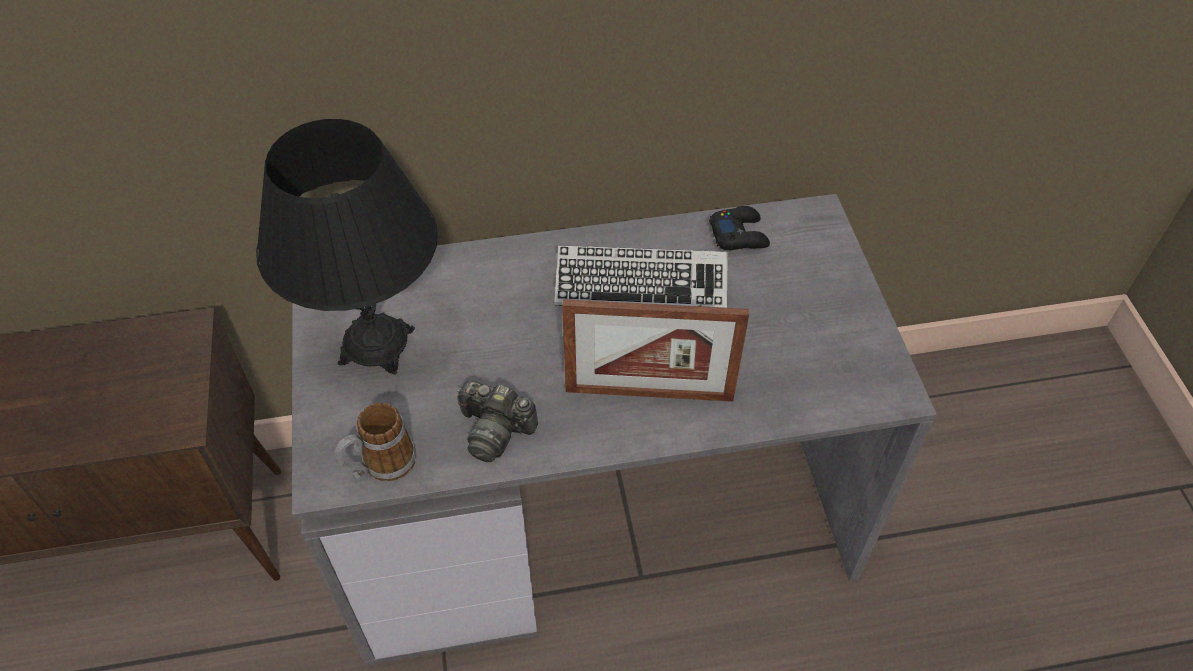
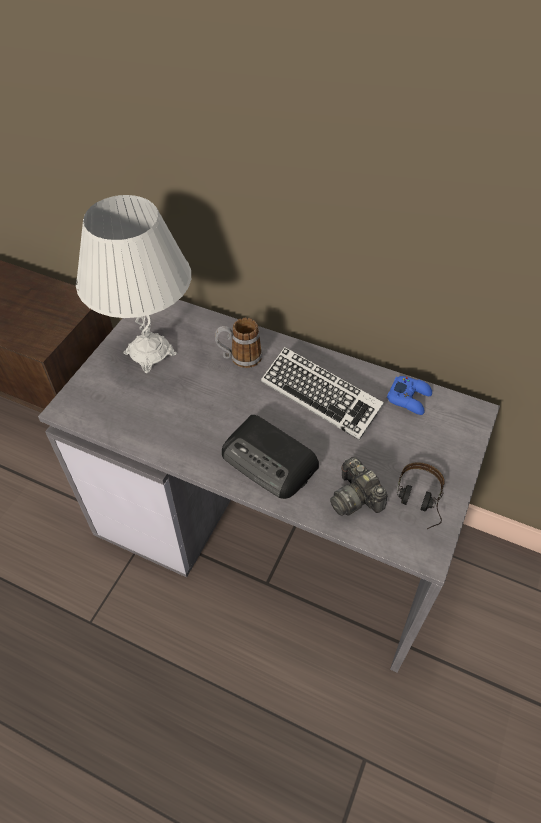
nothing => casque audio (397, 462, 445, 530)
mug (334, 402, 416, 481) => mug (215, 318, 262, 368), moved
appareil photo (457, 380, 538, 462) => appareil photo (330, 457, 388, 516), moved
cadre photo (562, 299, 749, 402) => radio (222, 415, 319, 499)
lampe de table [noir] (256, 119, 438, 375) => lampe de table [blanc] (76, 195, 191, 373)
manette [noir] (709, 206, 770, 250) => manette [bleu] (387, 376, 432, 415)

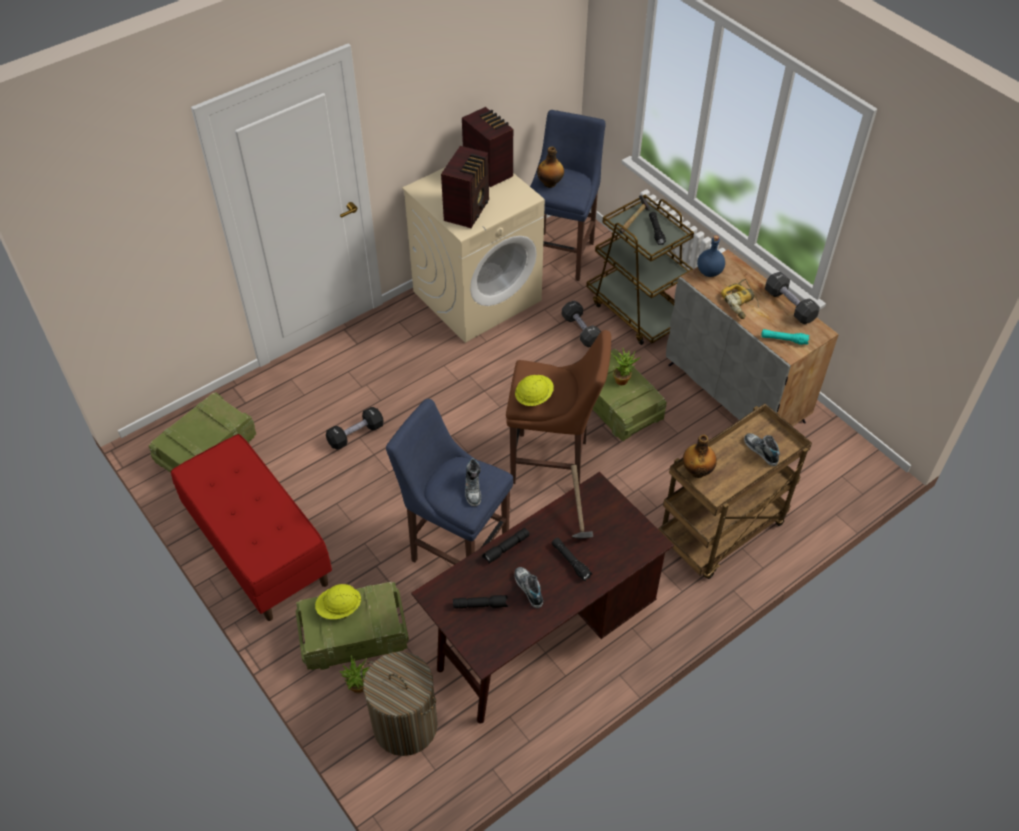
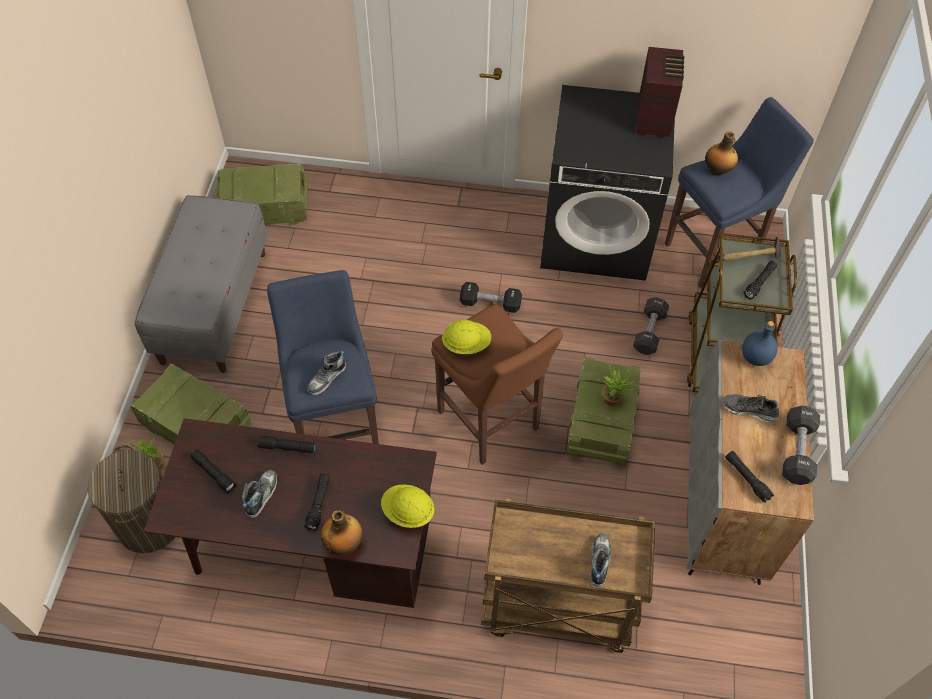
radio (441, 146, 489, 228) => nothing
marteau (571, 465, 593, 539) => nothing
casque de chantier [jaune] (315, 584, 361, 619) => casque de chantier [jaune] (381, 484, 434, 528), moved
haltère [noir] (326, 407, 384, 450) => haltère [noir] (460, 282, 522, 313), moved
bouteille (683, 435, 717, 478) => bouteille (321, 510, 362, 555), moved
perceuse (721, 279, 759, 319) => chaussure (722, 394, 780, 422)
banc [rouge] (171, 434, 332, 621) => banc [gris] (134, 195, 267, 373)
lave-linge [beige] (402, 168, 545, 343) => lave-linge [noir] (540, 85, 675, 281)
lampe de poche [turquoise] (762, 329, 810, 345) => lampe de poche [noir] (725, 451, 774, 503)

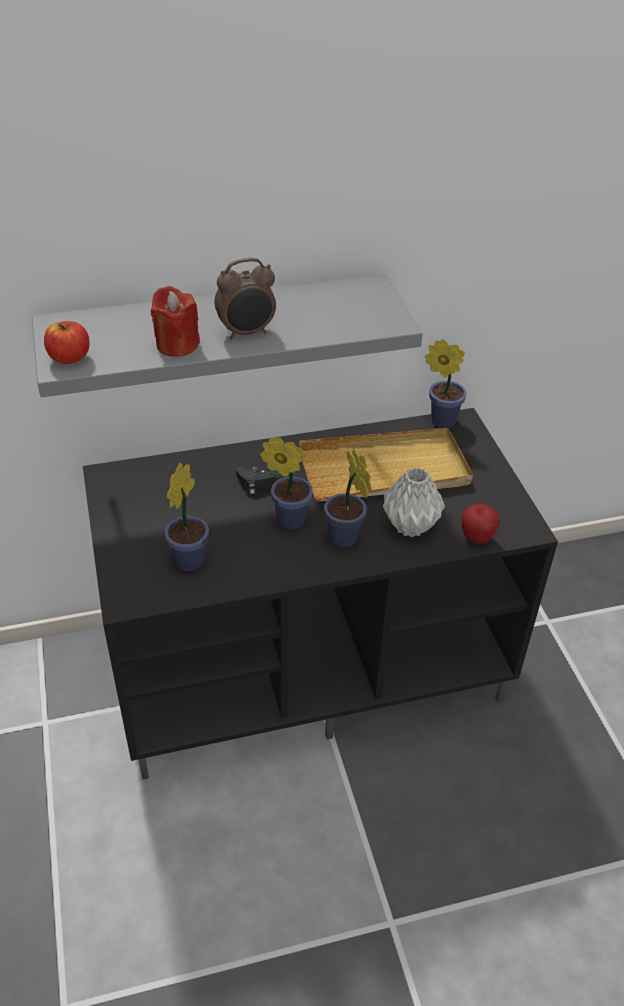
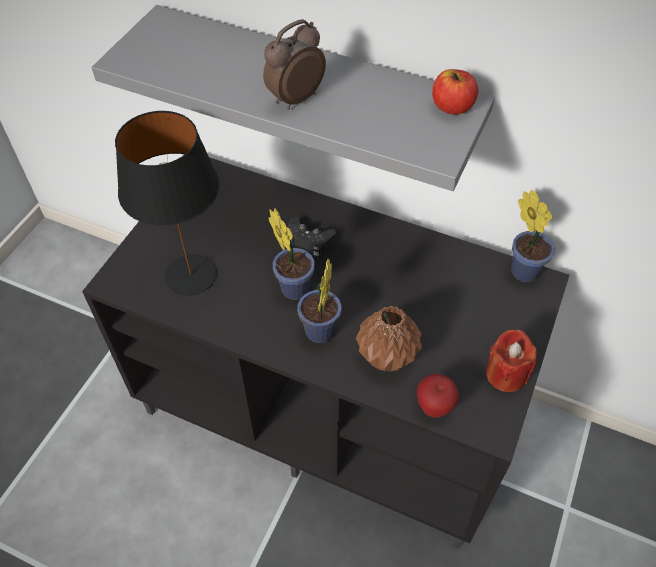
plateau [beige] (299, 428, 473, 501) => nothing
pomme (44, 321, 90, 364) => pomme (432, 69, 478, 115), moved
bougie [rouge] (151, 286, 200, 357) => bougie [rouge] (486, 329, 537, 392), moved
plante en pot (165, 463, 209, 571) => lampe de table [noir] (115, 111, 220, 295)
vase [gris] (383, 467, 445, 537) => vase [marron] (356, 305, 422, 371)
réveil (215, 258, 276, 339) => réveil (263, 19, 326, 110), 120 degrees clockwise

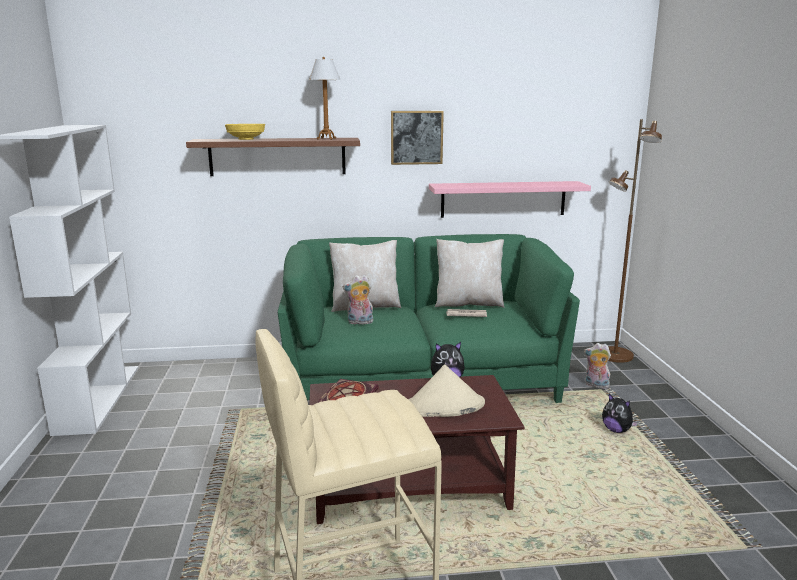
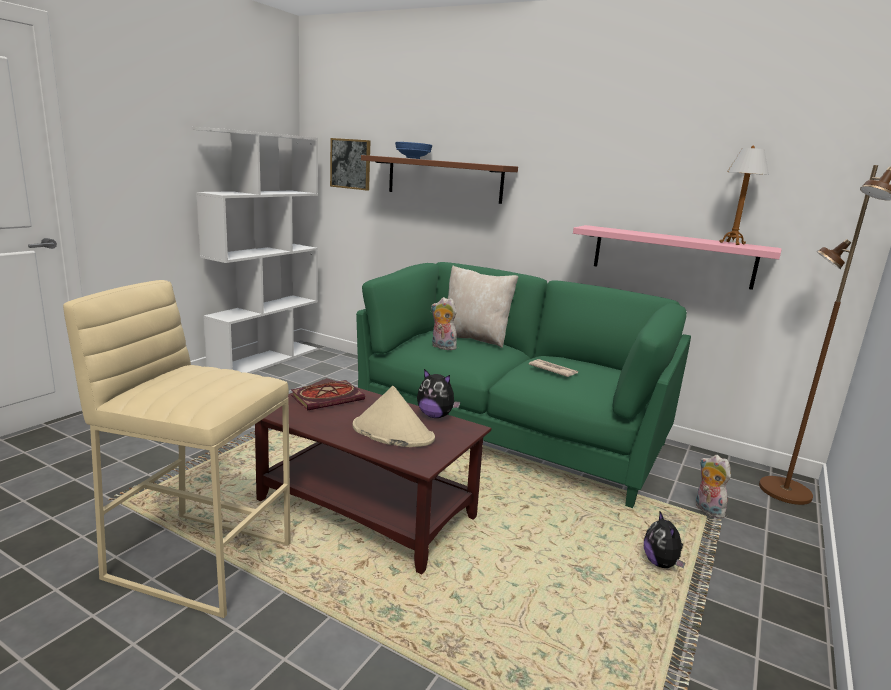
coussin [beige] (435, 239, 505, 308) => nothing
lampe de table (309, 57, 340, 140) => lampe de table (719, 145, 769, 245), moved
tableau (391, 111, 444, 165) => tableau (330, 138, 370, 191), moved
bol [jaune] (225, 124, 265, 140) => bol [bleu] (395, 142, 432, 159)

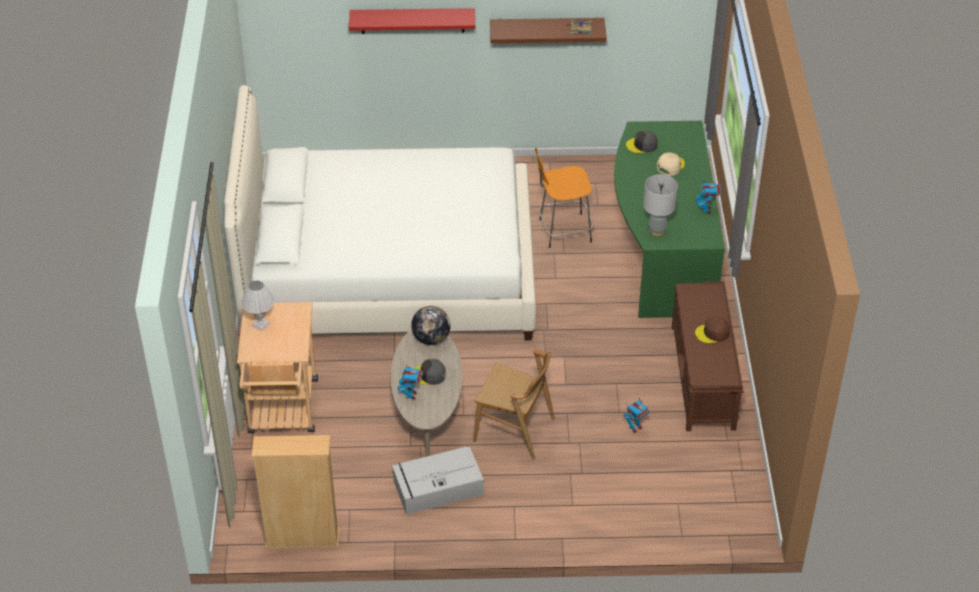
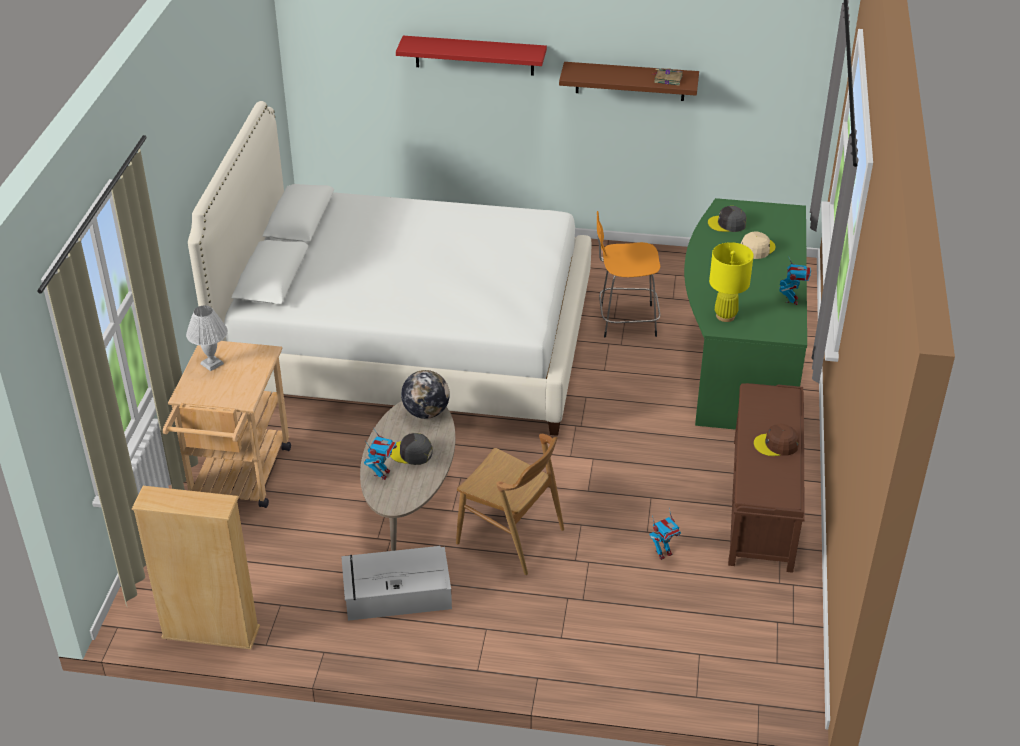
lampe de table [gris] (643, 174, 678, 236) => lampe de table [jaune] (709, 242, 754, 322)

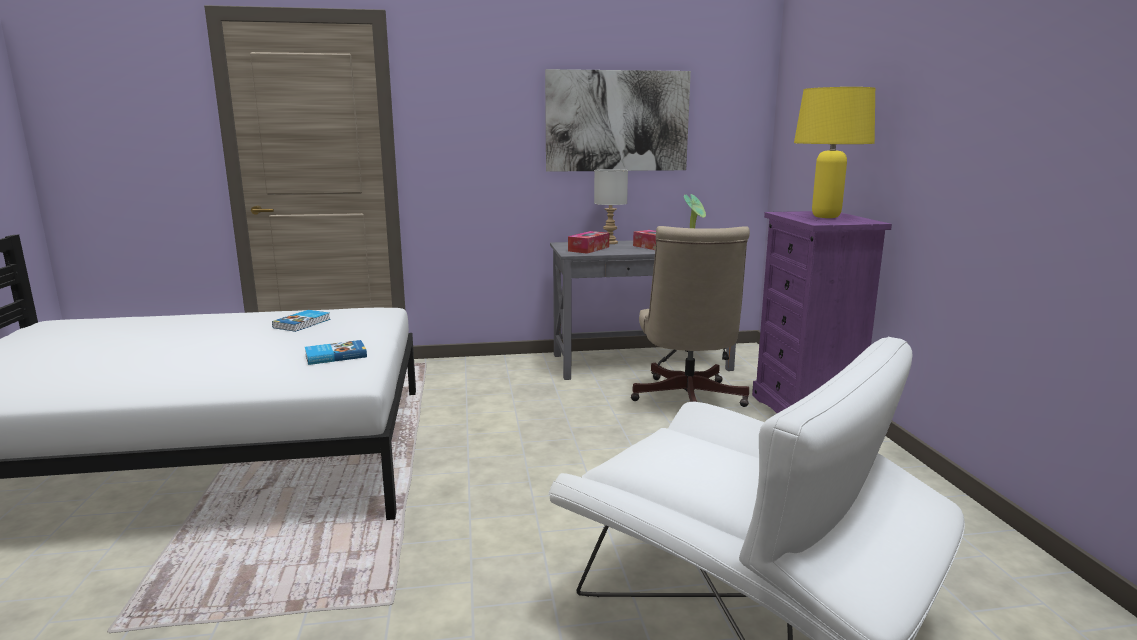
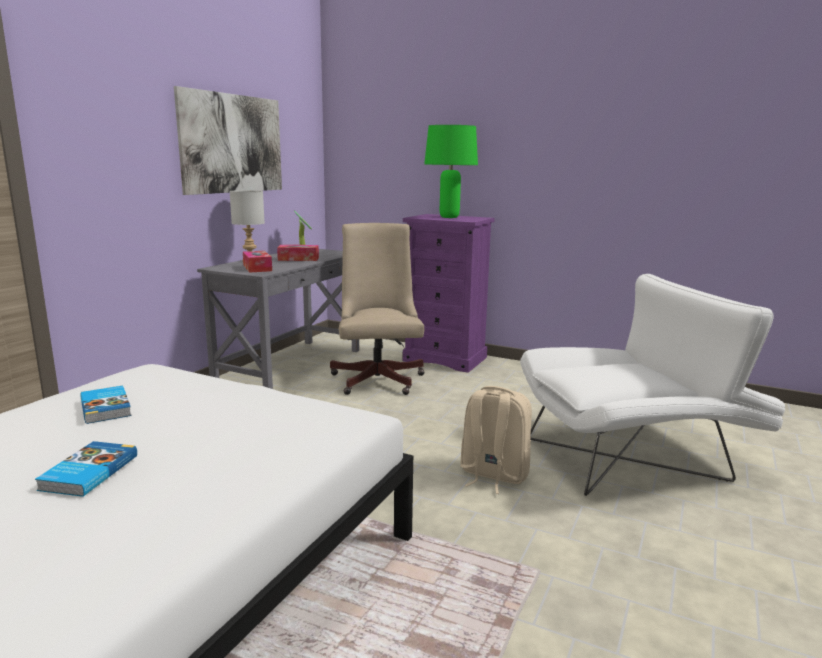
nothing => sac à dos [beige] (460, 386, 532, 494)
livre (305, 340, 367, 365) => livre (35, 441, 137, 497), moved
lampe de table [jaune] (794, 87, 875, 218) => lampe de table [vert] (424, 125, 478, 218)
chaise de bureau [beige] (631, 226, 750, 407) => chaise de bureau [beige] (330, 223, 425, 395), 135 degrees counterclockwise

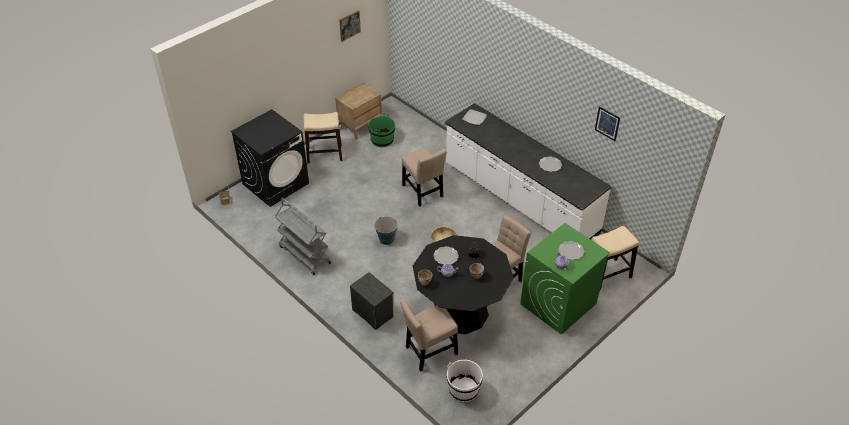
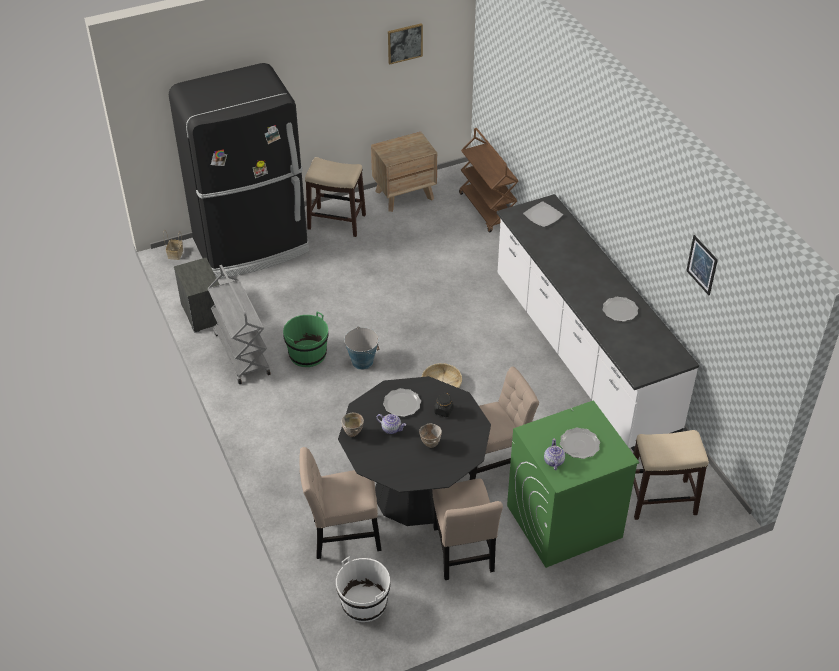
nothing => chariot [marron] (459, 128, 519, 233)
table de chevet (350, 272, 395, 330) => table de chevet (174, 258, 220, 333), moved
seau [vert] (368, 113, 395, 147) => seau [vert] (283, 312, 328, 367), moved
chaise [beige] (402, 148, 447, 207) => chaise [beige] (433, 479, 503, 580), moved
lave-linge [noir] (231, 109, 309, 207) => réfrigérateur [noir] (169, 63, 309, 278)

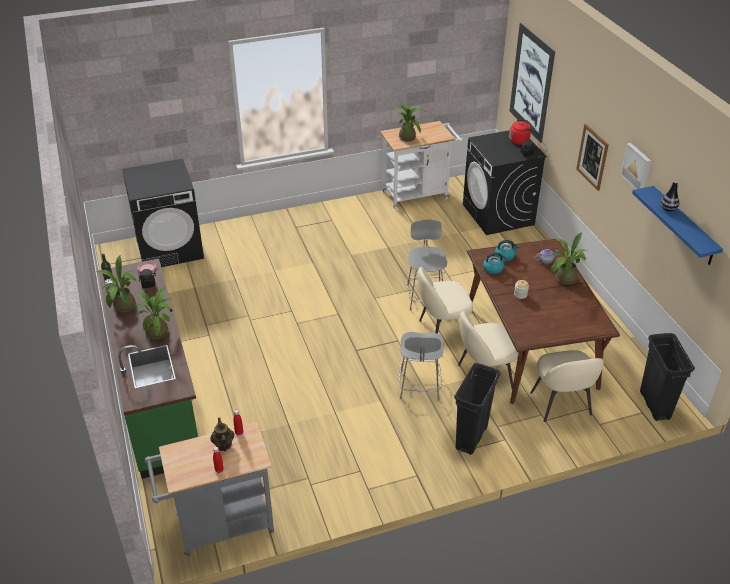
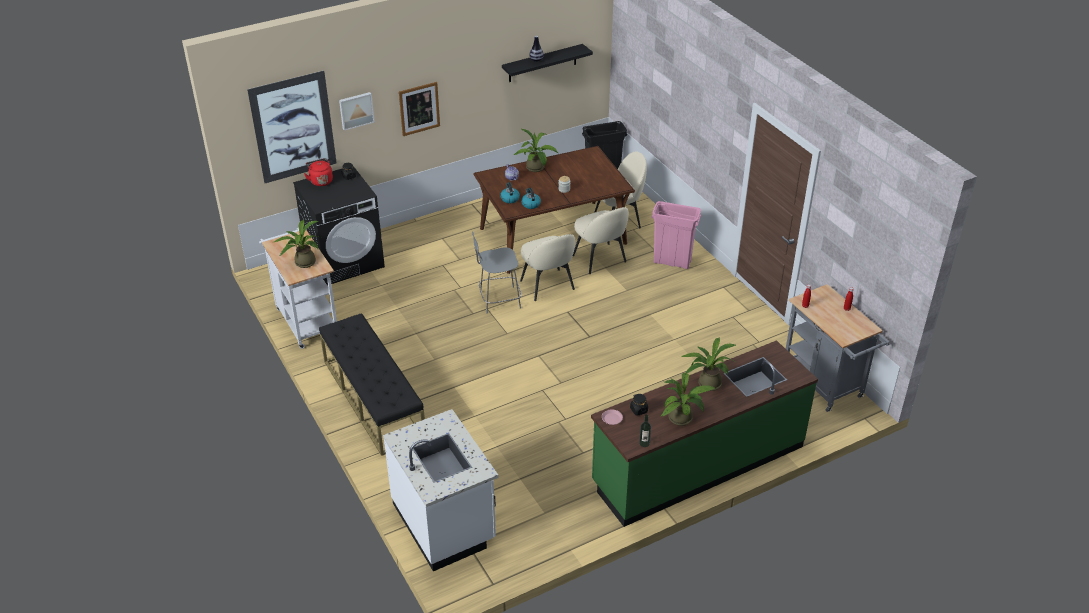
théière (210, 418, 235, 451) => nothing
tabouret [gris] (399, 332, 443, 401) => nothing
nothing => banc [noir] (319, 313, 425, 456)
tableau (620, 143, 651, 189) => tableau (339, 92, 375, 131), moved
lave-linge [noir] (122, 159, 204, 267) => comptoir de cuisine [blanc] (383, 409, 498, 571)
poubelle [noir] (454, 363, 501, 455) => poubelle [rose] (651, 201, 701, 269)
étagère [bleu] (632, 186, 723, 265) => étagère [noir] (502, 44, 593, 82)

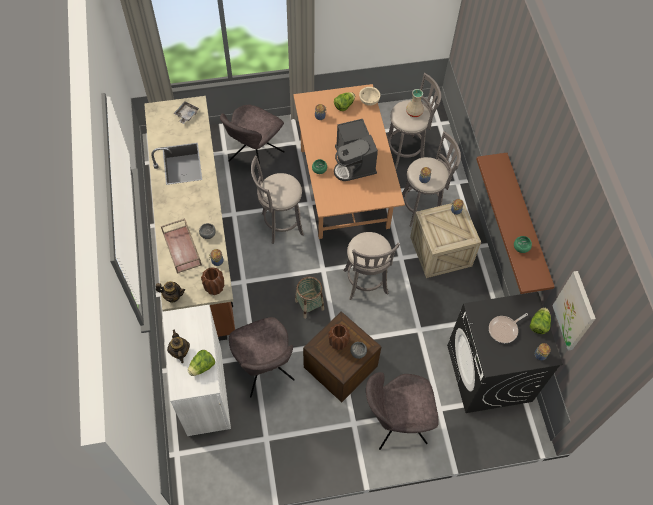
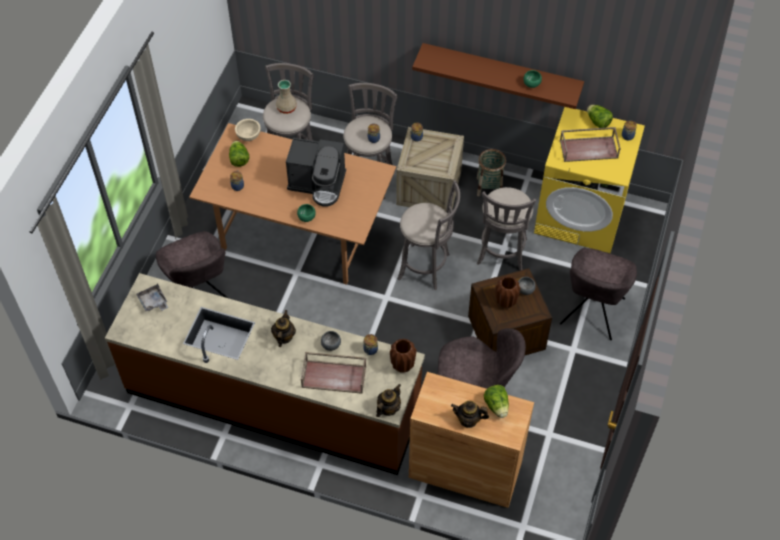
tableau (552, 271, 596, 350) => nothing
nothing => théière (271, 310, 296, 347)
tabouret [gris] (251, 155, 304, 244) => tabouret [gris] (477, 187, 536, 270), moved
panier (295, 277, 324, 319) => panier (477, 149, 506, 197), moved
poêle (489, 313, 528, 343) => plateau [marron] (560, 127, 621, 162)
meuble de rangement [blanc] (163, 305, 231, 436) => meuble de rangement [marron] (409, 372, 534, 508)
lave-linge [noir] (447, 292, 563, 413) => lave-linge [jaune] (534, 107, 645, 253)

